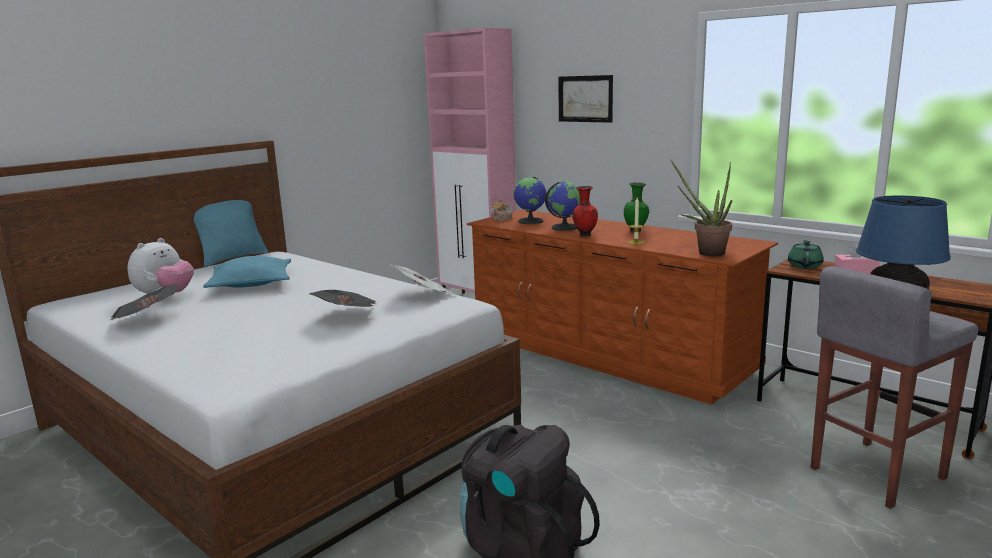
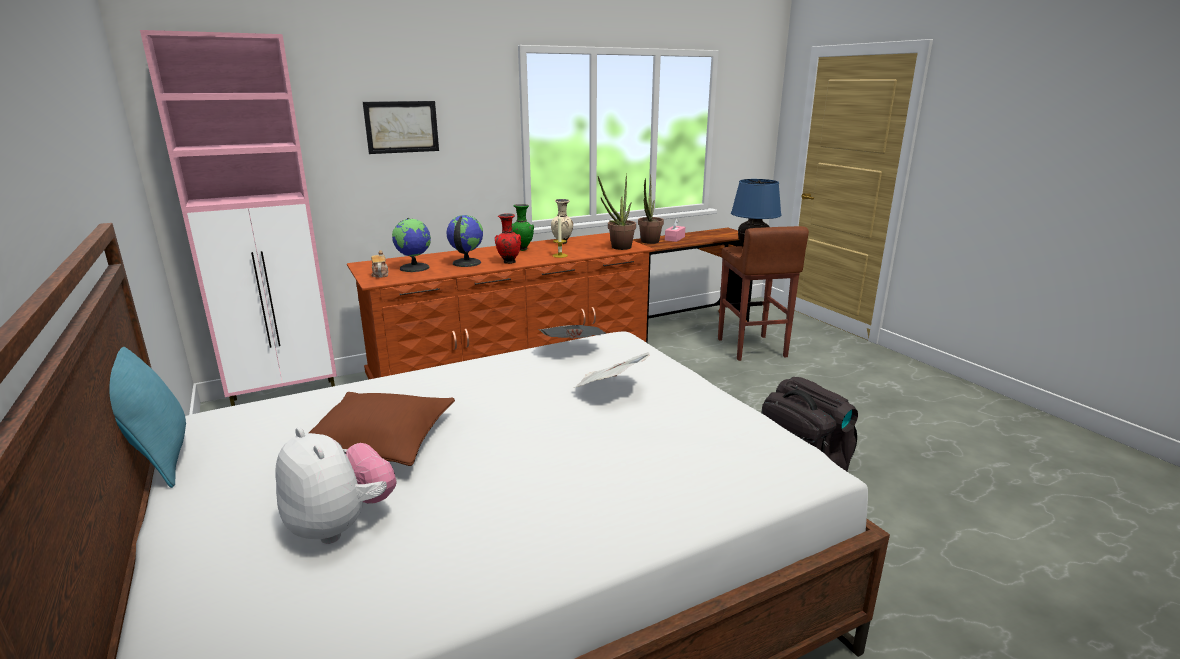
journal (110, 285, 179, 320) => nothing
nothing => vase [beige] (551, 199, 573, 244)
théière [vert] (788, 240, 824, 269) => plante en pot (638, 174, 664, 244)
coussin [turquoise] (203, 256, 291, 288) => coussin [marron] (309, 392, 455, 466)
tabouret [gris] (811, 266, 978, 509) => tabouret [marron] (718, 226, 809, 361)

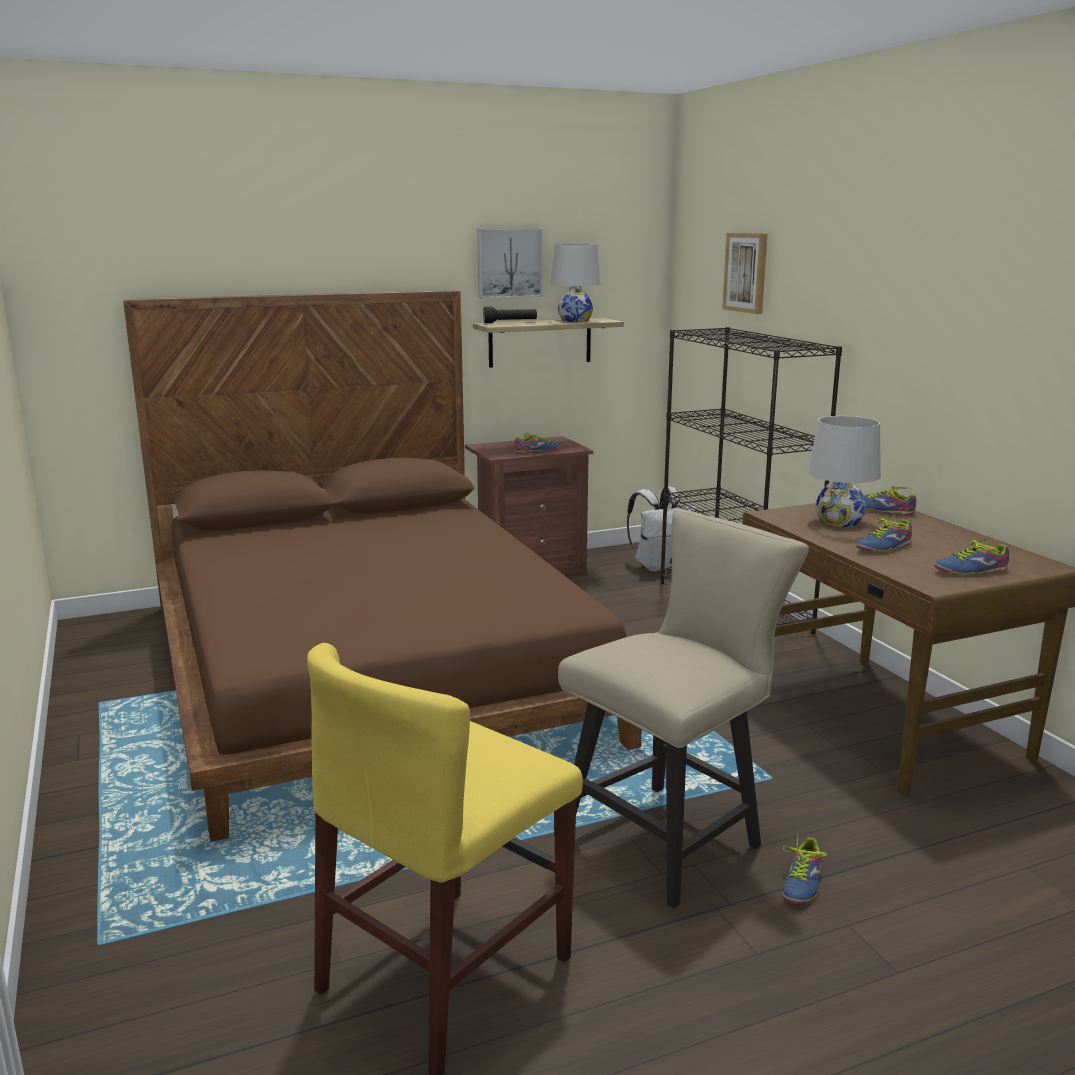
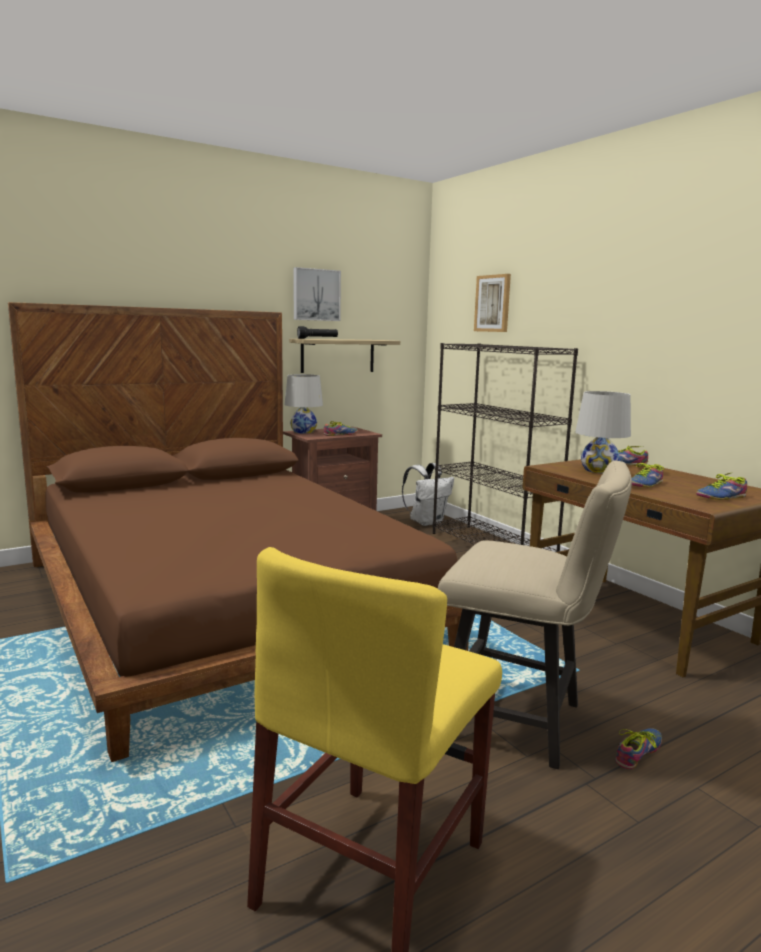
lampe de table [blanc] (551, 244, 601, 322) => lampe de table [blanc] (284, 374, 323, 433), moved
chaise [beige] (558, 509, 809, 908) => chaise [beige] (438, 461, 632, 769), 75 degrees clockwise
chaussure (783, 833, 827, 904) => chaussure (615, 728, 662, 769), 150 degrees counterclockwise

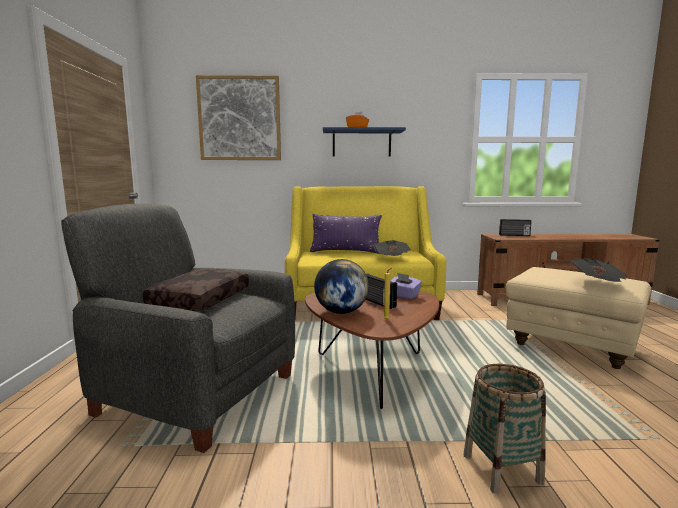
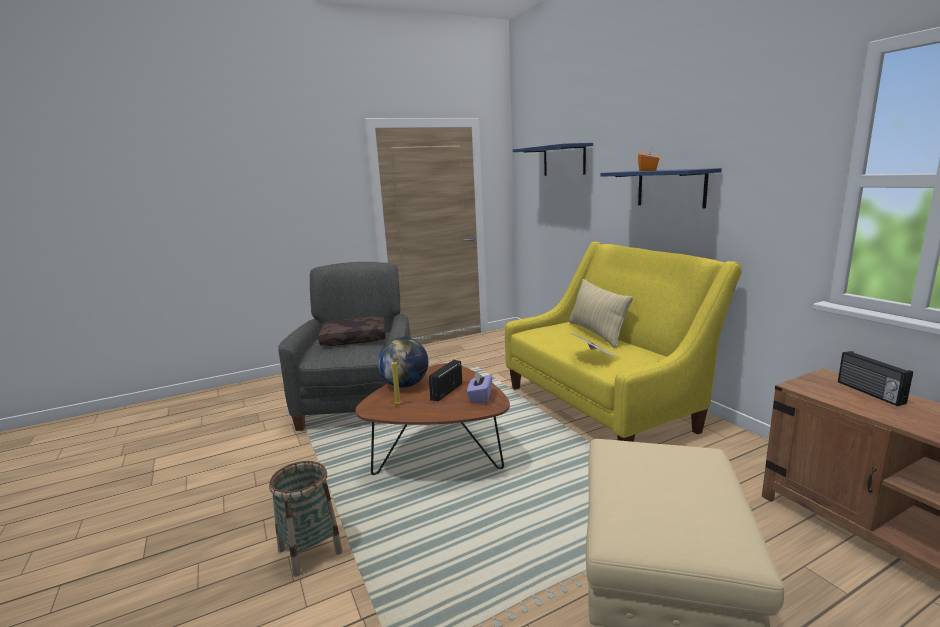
journal (570, 258, 627, 282) => nothing
tableau (196, 75, 281, 160) => étagère [bleu] (513, 143, 593, 176)
coussin [violet] (310, 214, 382, 254) => coussin [beige] (569, 279, 633, 348)

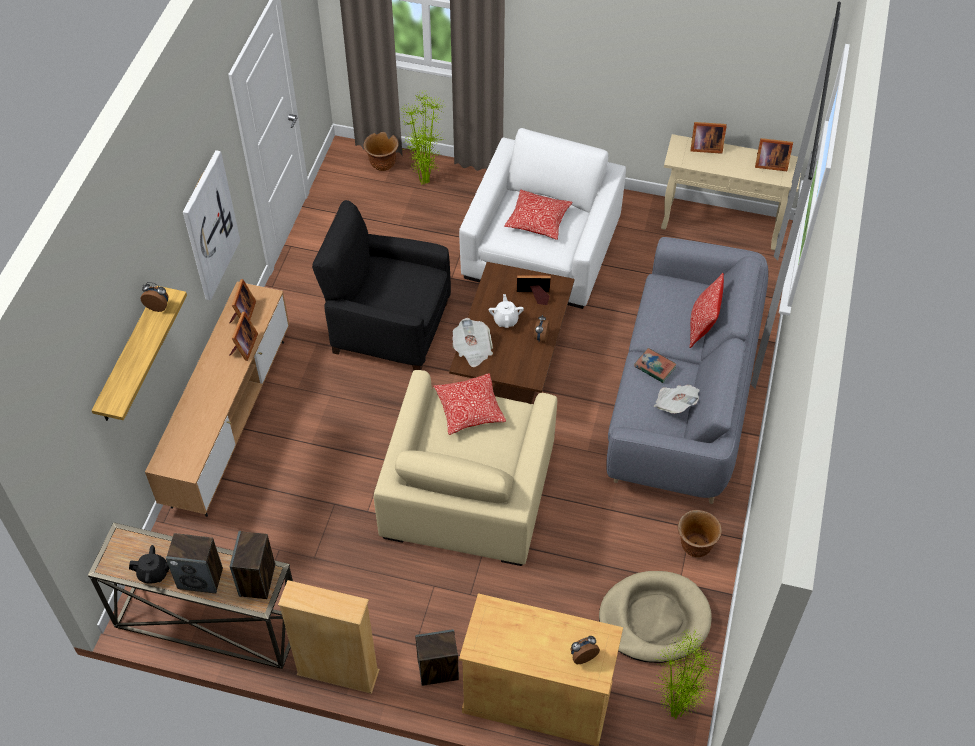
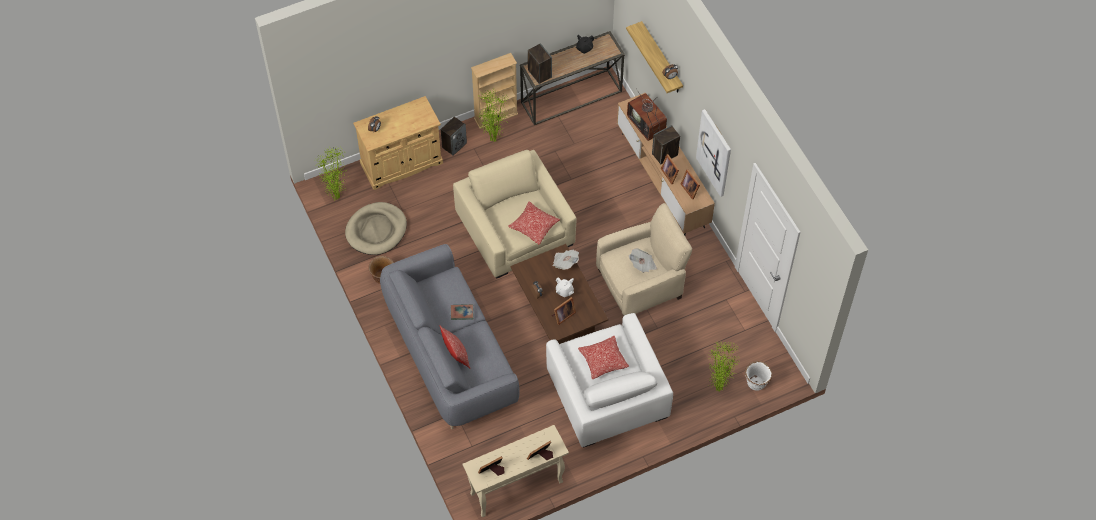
nothing => plante en pot (478, 89, 509, 142)
nothing => téléviseur (627, 89, 667, 141)
enceinte (166, 533, 223, 594) => enceinte (652, 125, 680, 164), moved
journal (654, 385, 700, 413) => journal (629, 248, 657, 273), moved
fauteuil [noir] (312, 200, 451, 370) => fauteuil [beige] (596, 203, 692, 316)
cache-pot [marron] (364, 132, 398, 171) => cache-pot [blanc] (745, 361, 772, 391)

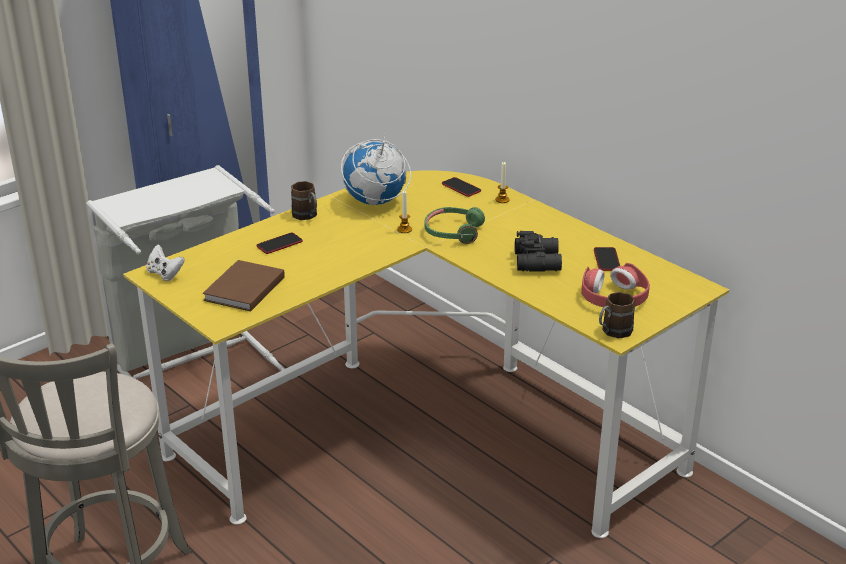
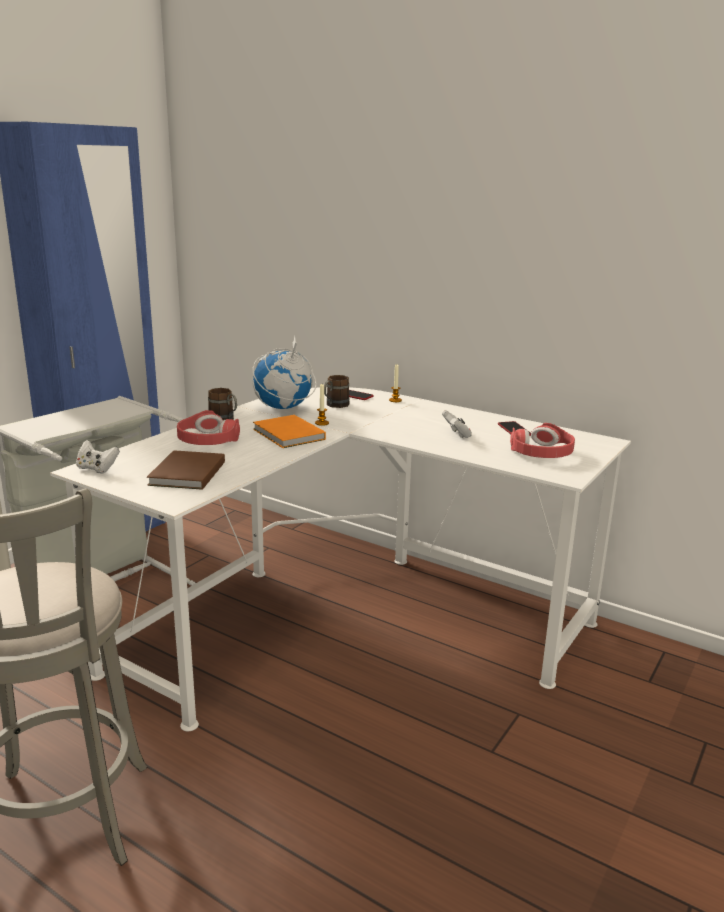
casque audio [vert] (424, 207, 485, 244) => nothing
nothing => livre [orange] (253, 415, 326, 448)
mug [marron] (599, 292, 635, 338) => mug [marron] (324, 375, 349, 408), moved
téléphone (256, 233, 303, 254) => casque audio [rouge] (177, 410, 240, 445)
jumelles [noir] (515, 231, 562, 272) => manette [blanc] (442, 410, 472, 438)
bureau [jaune] (123, 170, 729, 538) => bureau [blanc] (50, 387, 631, 731)

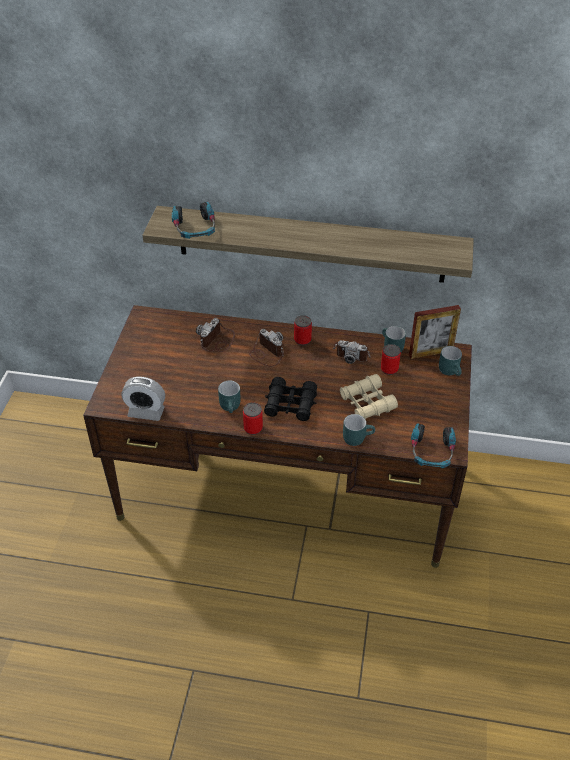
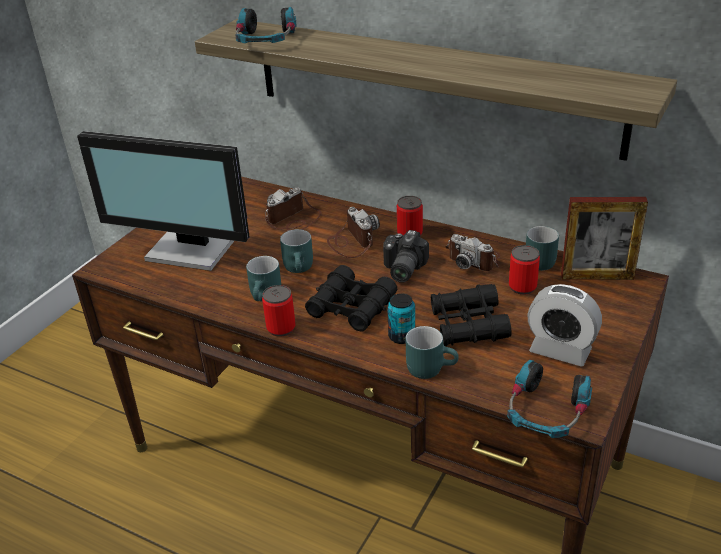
nothing => écran d'ordinateur (77, 131, 250, 271)
nothing => appareil photo (383, 230, 429, 283)
nothing => boîte métallique (387, 293, 415, 344)
réveil (121, 377, 165, 421) => réveil (527, 284, 602, 366), moved
mug [turquoise] (439, 346, 462, 376) => mug [turquoise] (280, 229, 313, 273), moved
jumelles [beige] (340, 374, 398, 420) => jumelles [noir] (431, 284, 511, 346)

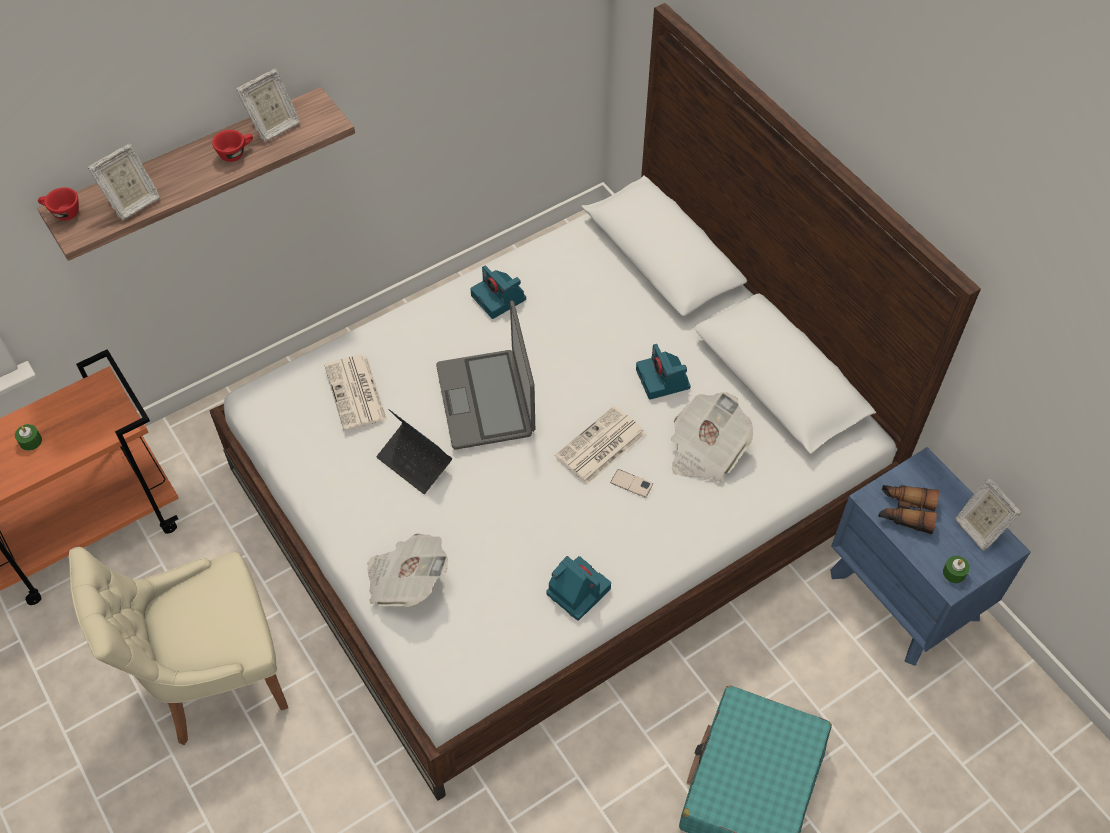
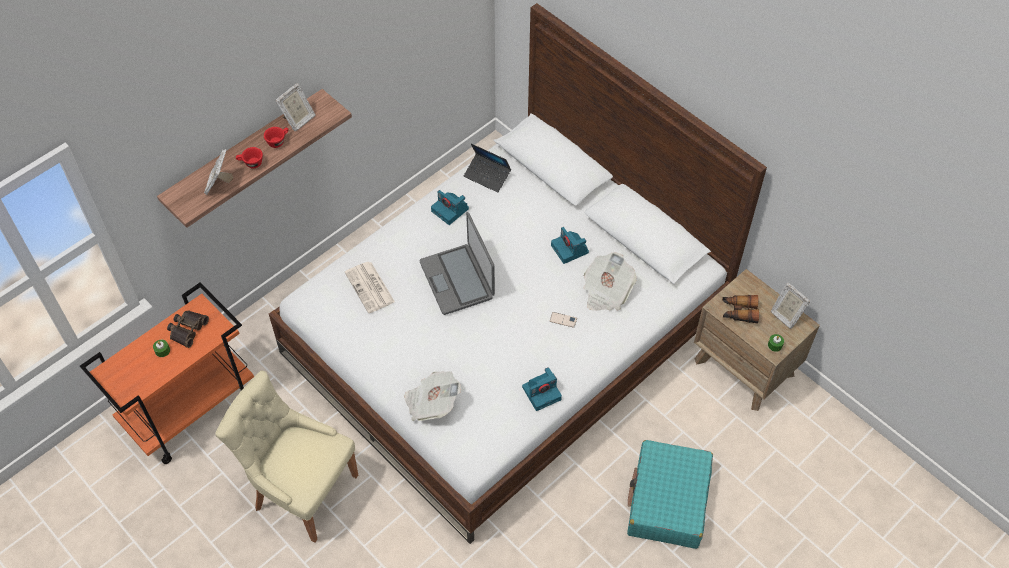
journal (555, 405, 646, 484) => nothing
nothing => jumelles (167, 310, 209, 348)
tasse [rouge] (38, 187, 79, 221) => tasse [rouge] (236, 147, 263, 168), moved
ordinateur portable (376, 409, 452, 494) => ordinateur portable (464, 144, 511, 193), moved
table de chevet [bleu] (830, 447, 1031, 666) => table de chevet [marron] (694, 269, 820, 411)
chaise [beige] (69, 547, 288, 745) => chaise [beige] (215, 370, 358, 543), 60 degrees clockwise
cadre photo (88, 144, 160, 220) => cadre photo (204, 149, 233, 195), 150 degrees clockwise
appareil photo (546, 556, 611, 621) => appareil photo (522, 367, 562, 411), 120 degrees clockwise

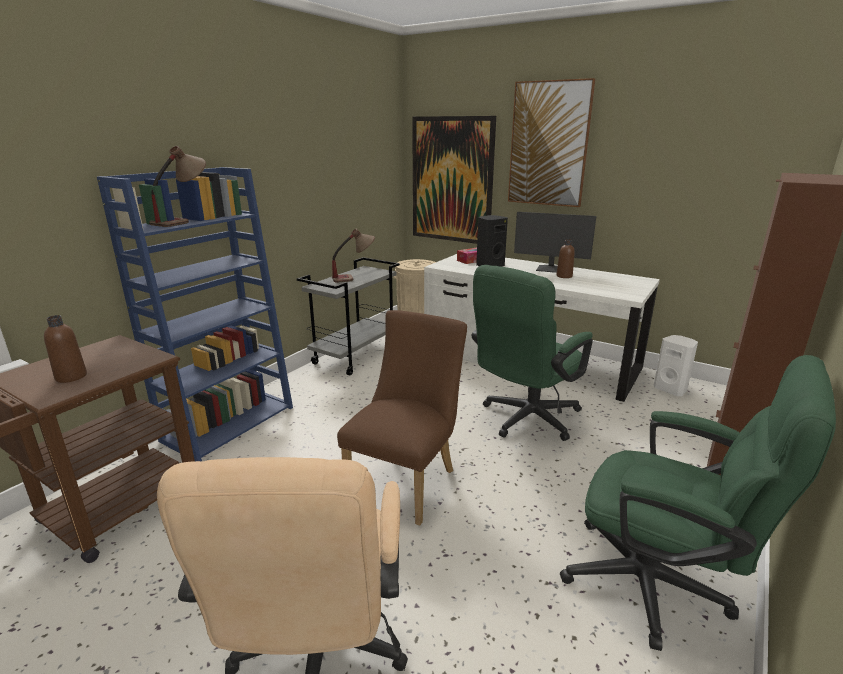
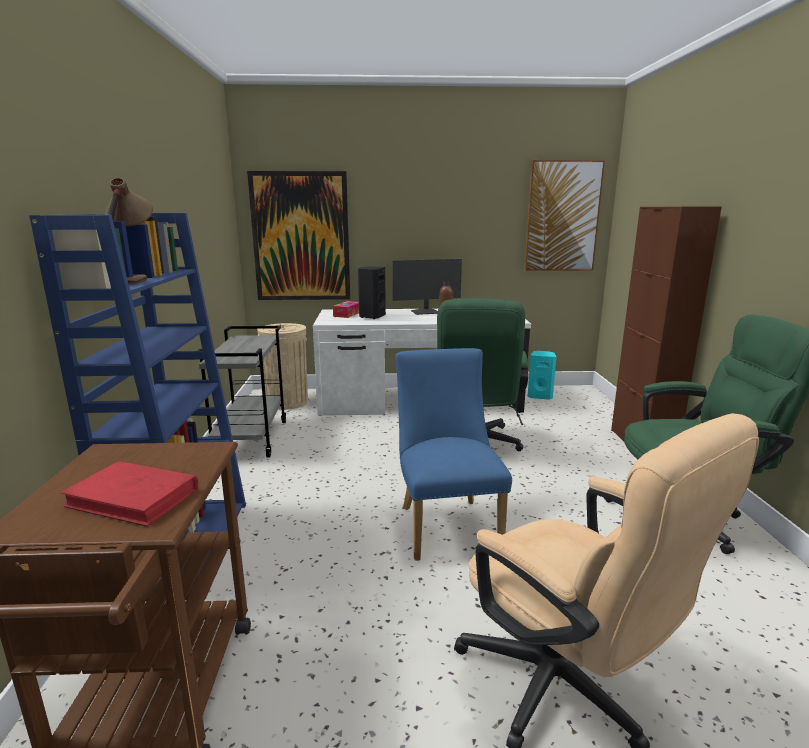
lampe de table (332, 229, 375, 282) => nothing
tableau (508, 78, 595, 207) => tableau (524, 160, 605, 271), moved
bouteille [marron] (44, 315, 87, 383) => livre [rouge] (61, 461, 198, 526)
chaise [marron] (337, 310, 467, 526) => chaise [bleu] (395, 348, 512, 561)
enceinte [blanc] (653, 335, 698, 396) => enceinte [turquoise] (527, 351, 557, 400)

